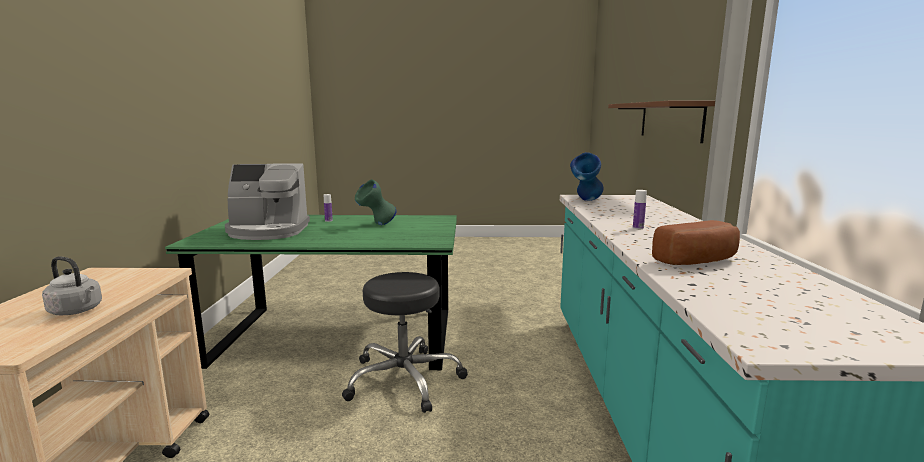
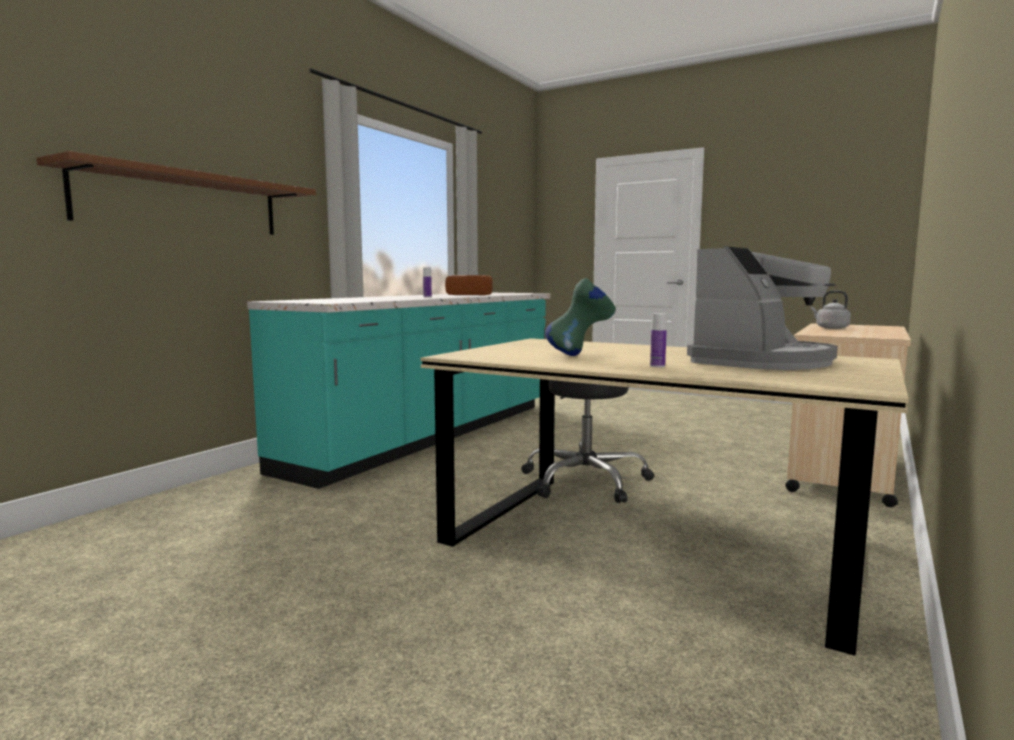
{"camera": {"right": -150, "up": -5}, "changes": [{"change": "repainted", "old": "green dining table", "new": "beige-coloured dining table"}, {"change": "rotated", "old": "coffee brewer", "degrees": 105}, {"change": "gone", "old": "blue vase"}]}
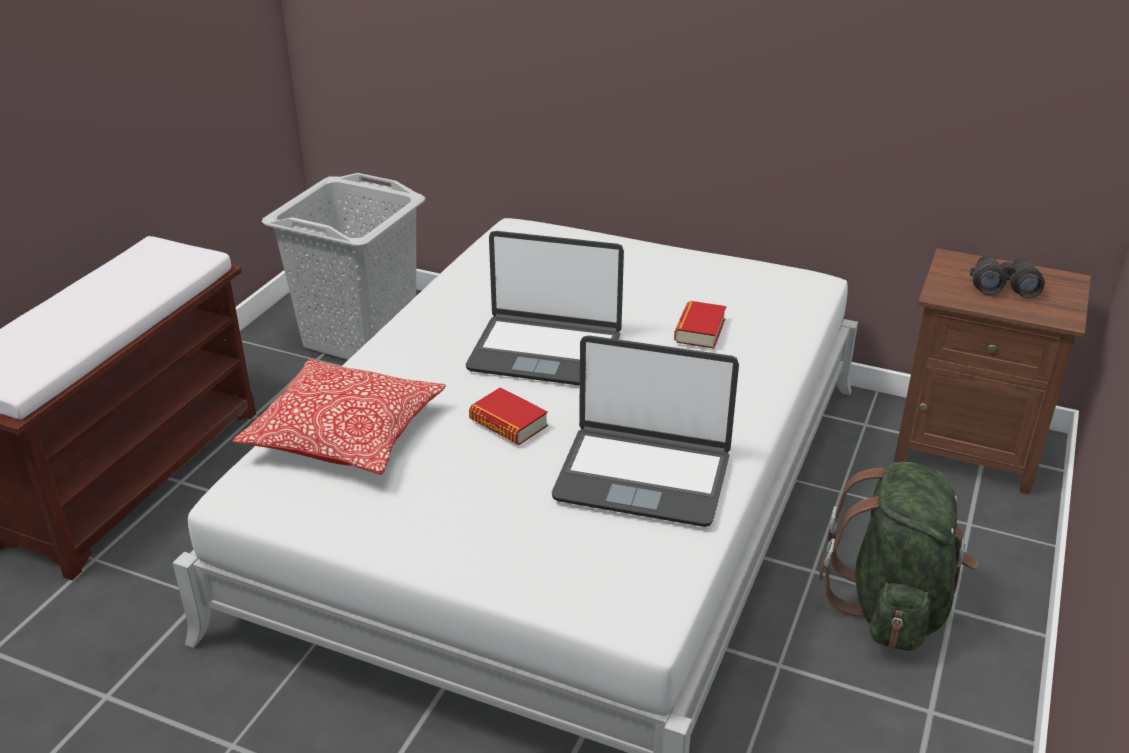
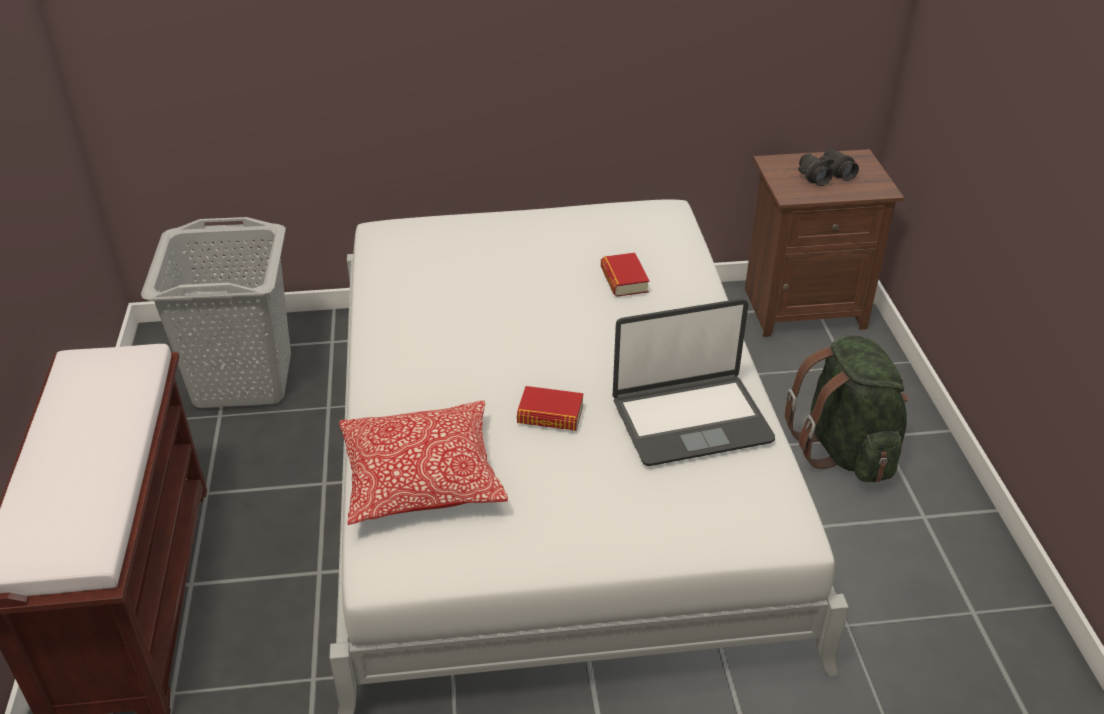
{"camera": {"right": -30, "up": 5}, "changes": [{"change": "gone", "old": "portable computer (no. 1 from left)"}]}
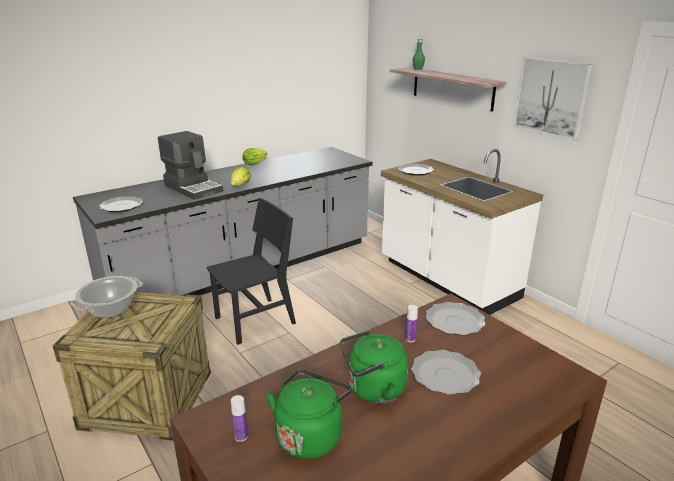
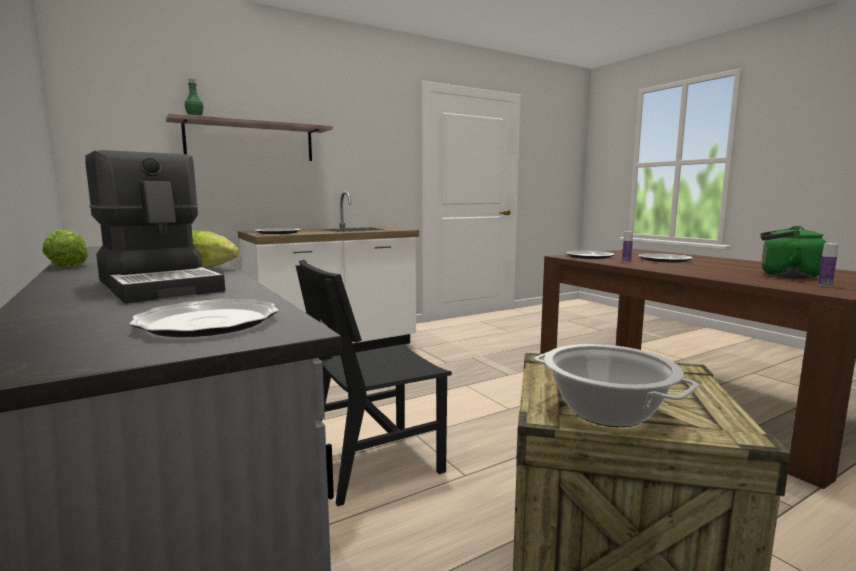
{"camera": {"right": -85, "up": -15}, "changes": [{"change": "rotated", "old": "coffee brewer", "degrees": 90}, {"change": "rotated", "old": "black-coloured upright chair", "degrees": -90}, {"change": "gone", "old": "green tea kettle (no. 2 from left)"}, {"change": "gone", "old": "wall picture"}]}
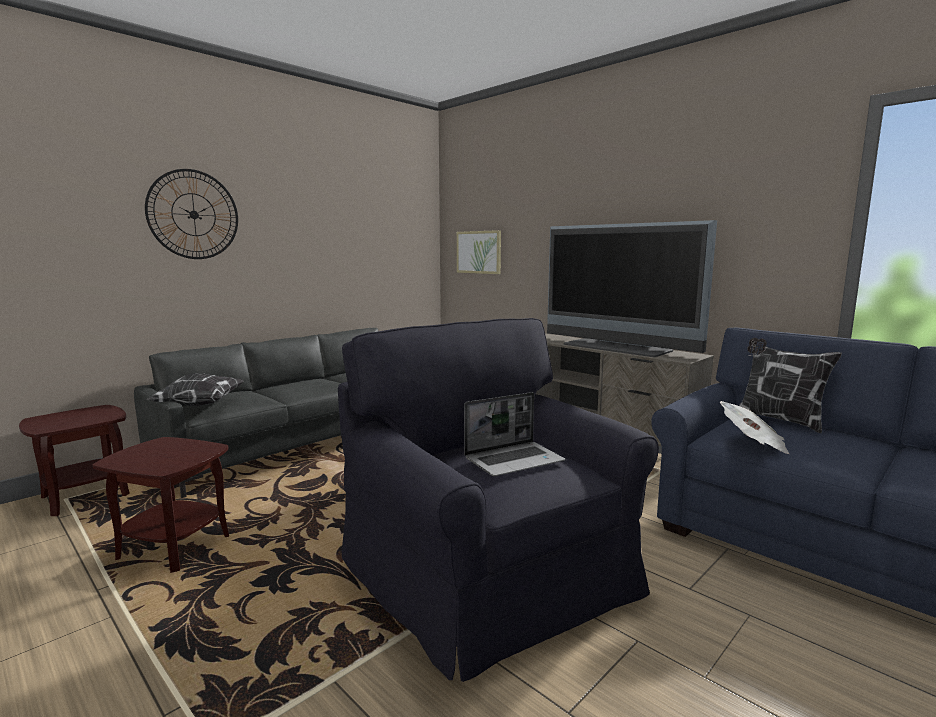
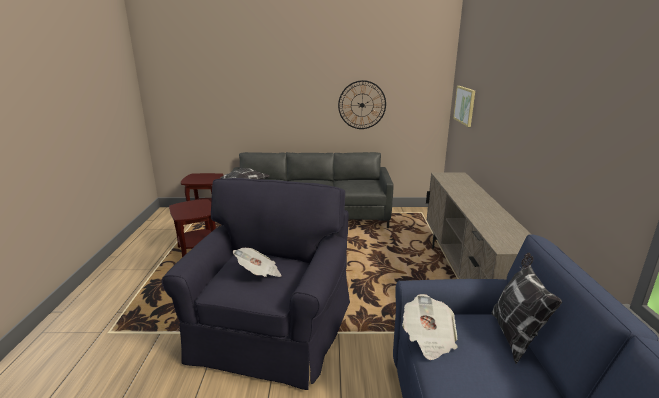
{"camera": {"right": 45, "up": 10}, "changes": [{"change": "shifted", "old": "clock on the wall"}, {"change": "swapped", "old": "portable computer", "new": "printed paper (no. 1 from left)"}, {"change": "gone", "old": "television"}]}
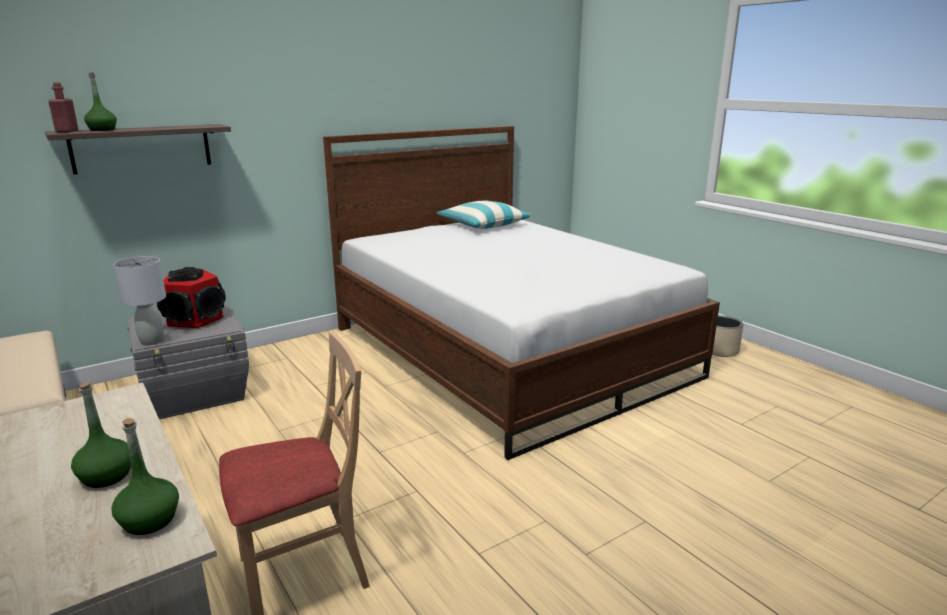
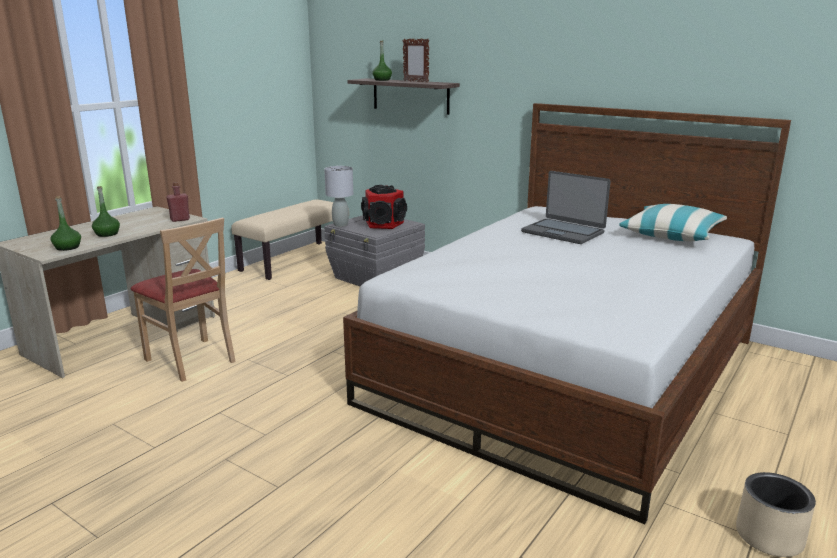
{"camera": {"right": 70, "up": 0}, "changes": [{"change": "shifted", "old": "red-coloured beverage bottle"}, {"change": "new", "new": "standing frame"}, {"change": "new", "new": "portable computer"}]}
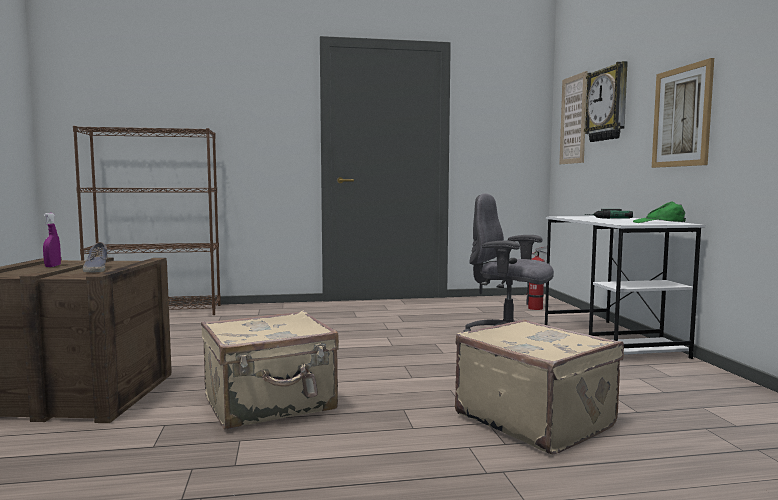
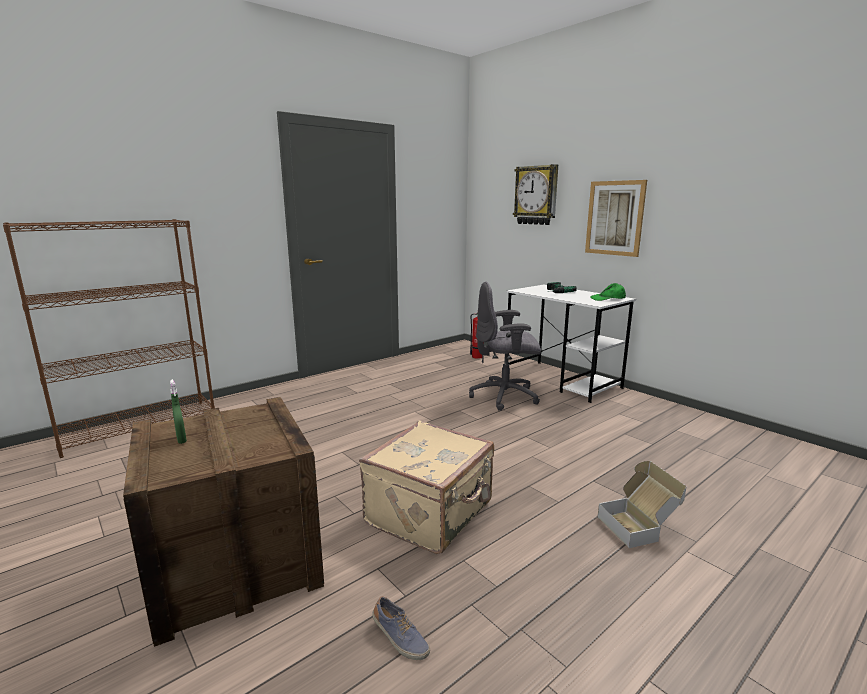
{"camera": {"right": -30, "up": 10}, "changes": [{"change": "repainted", "old": "purple-coloured sprayer", "new": "green sprayer"}, {"change": "shifted", "old": "low shoe"}, {"change": "gone", "old": "beige-coloured piece of luggage (no. 2 from left)"}, {"change": "gone", "old": "wall picture (no. 1 from left)"}, {"change": "new", "new": "carton"}]}
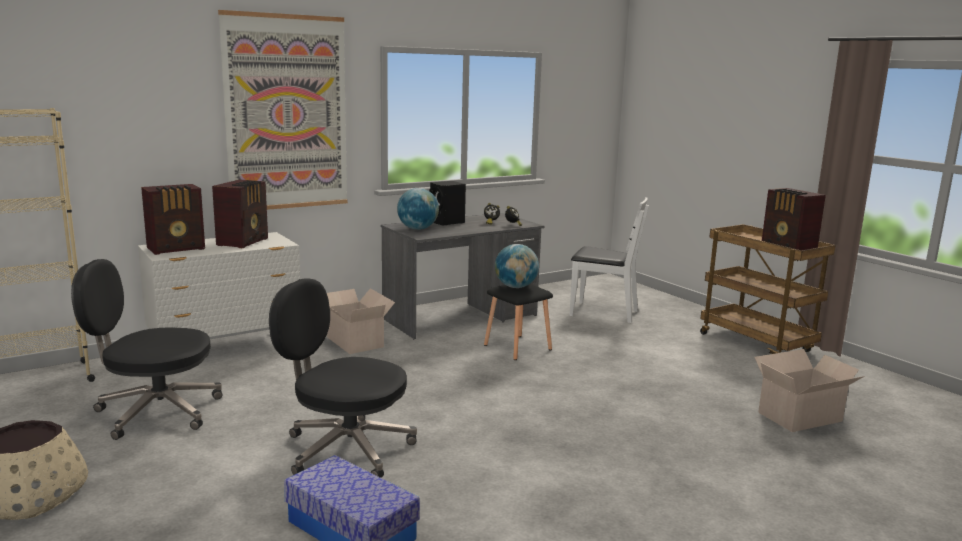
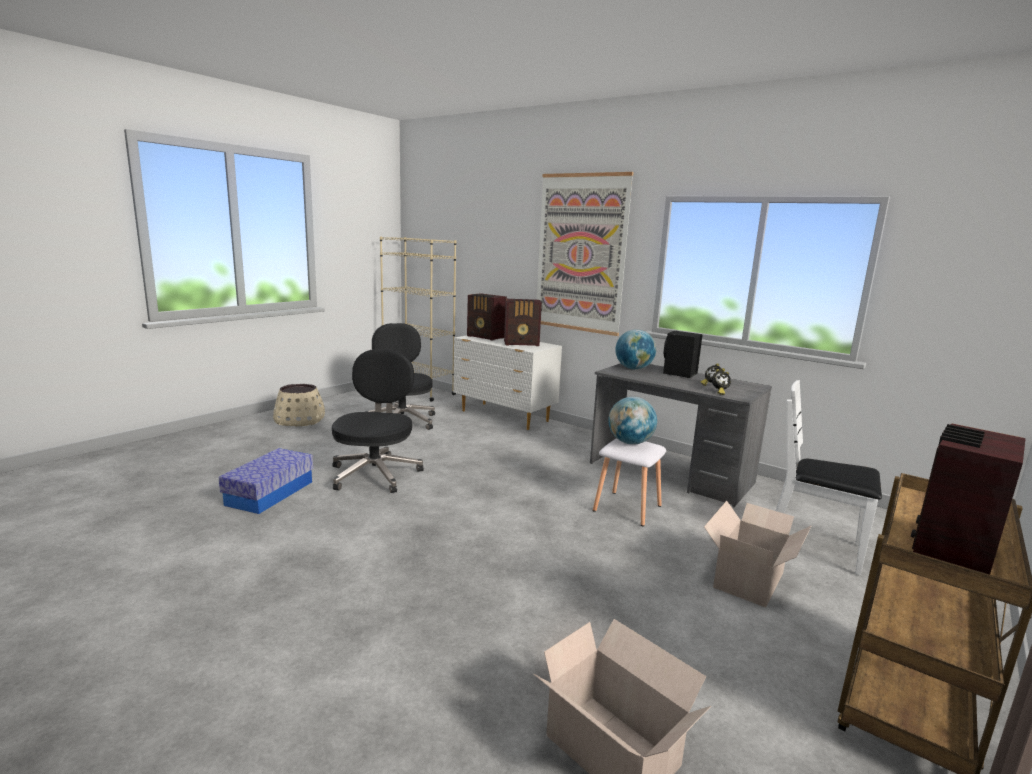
{"camera": {"right": 70, "up": 0}, "changes": [{"change": "shifted", "old": "carton (no. 1 from left in the first image)", "new": "carton (no. 2 from left)"}, {"change": "repainted", "old": "black-coloured stool seat", "new": "white-coloured stool seat"}, {"change": "rotated", "old": "white-coloured upright chair", "degrees": 120}]}
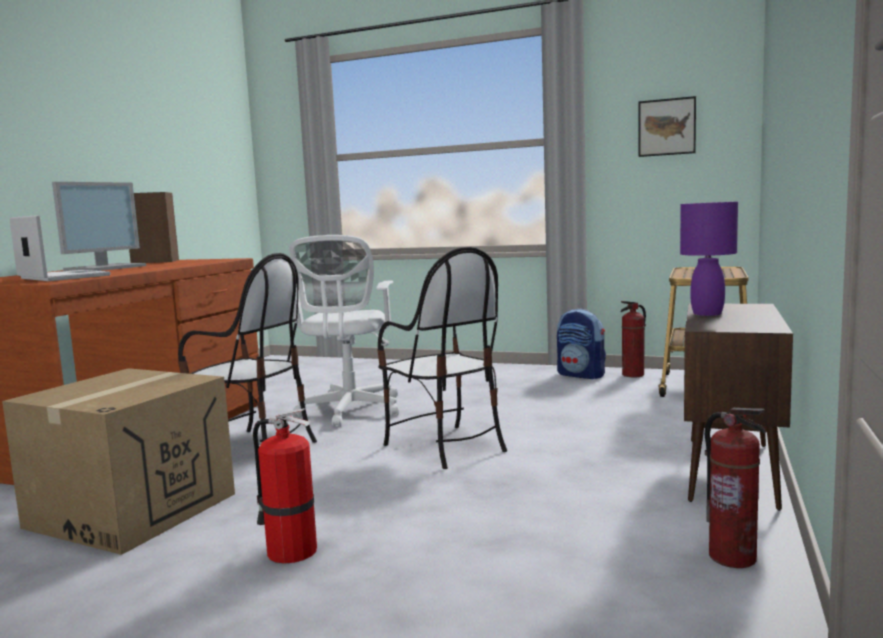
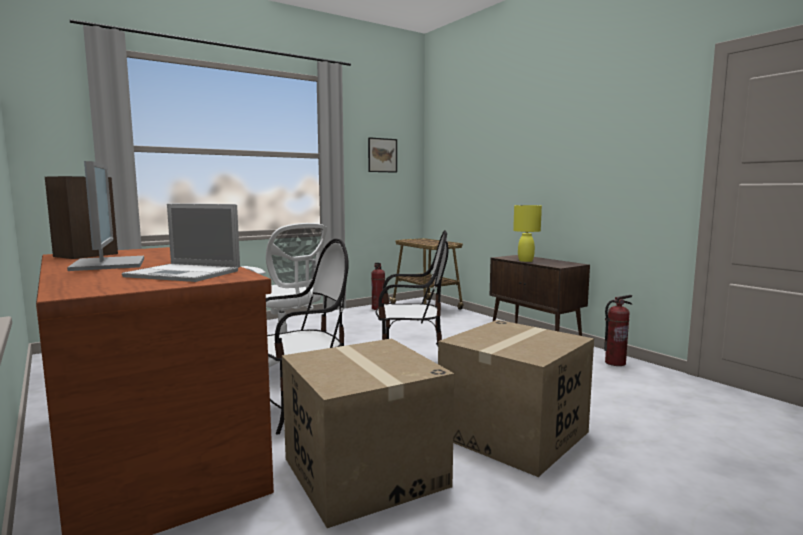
{"camera": {"right": -55, "up": 0}, "changes": [{"change": "rotated", "old": "portable computer", "degrees": -150}, {"change": "swapped", "old": "extinguisher (no. 1 from left)", "new": "carton (no. 2 from left)"}, {"change": "gone", "old": "knapsack"}, {"change": "repainted", "old": "purple-coloured table lamp", "new": "yellowish table lamp"}]}
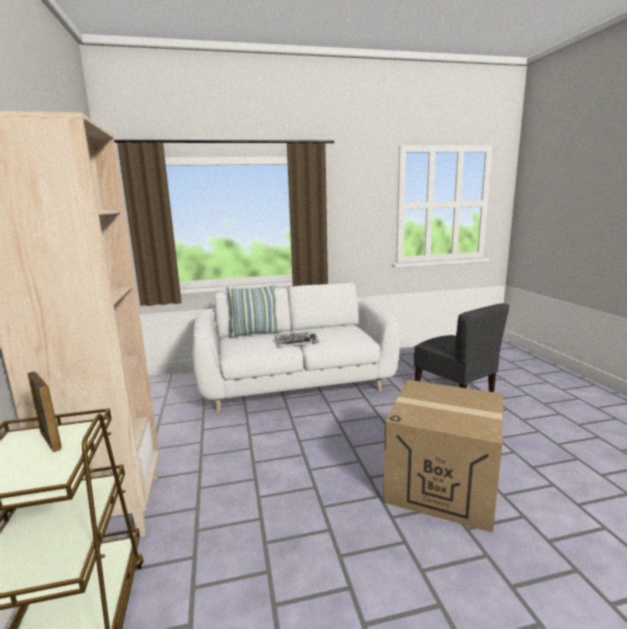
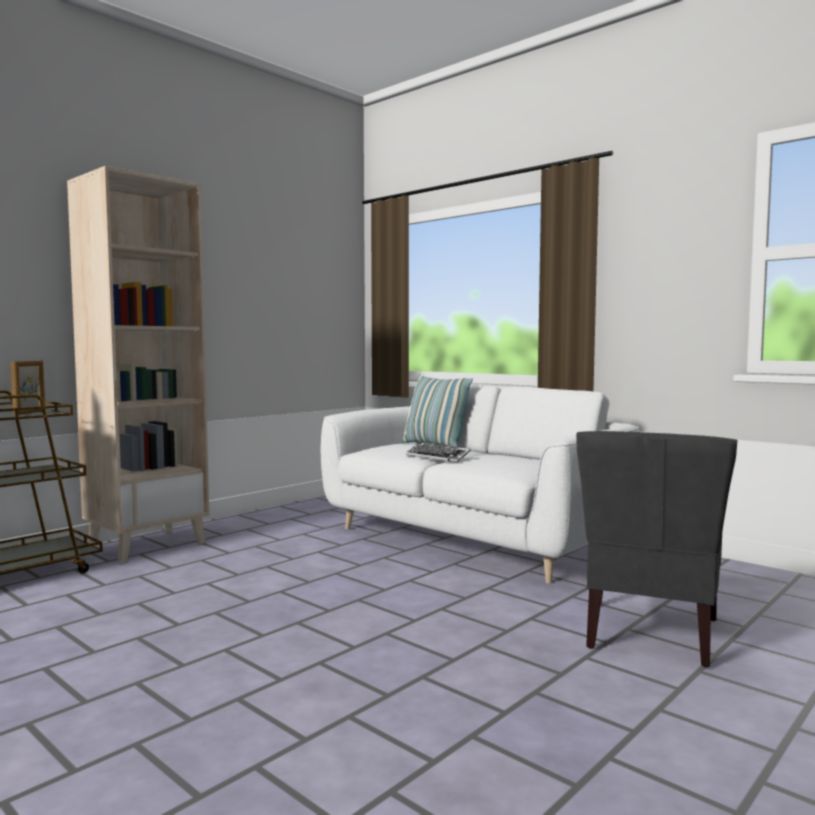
{"camera": {"right": 55, "up": -10}, "changes": [{"change": "gone", "old": "carton"}]}
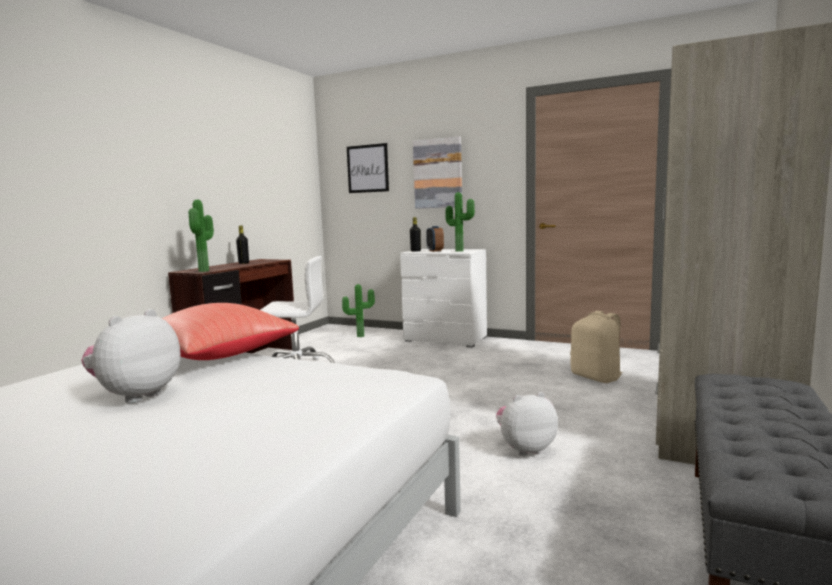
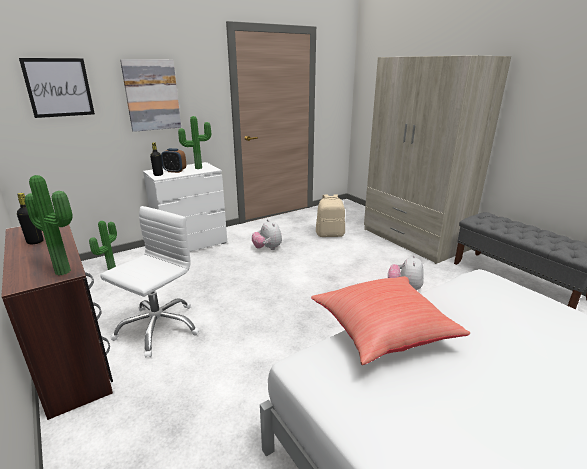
{"camera": {"right": -60, "up": 15}, "changes": [{"change": "shifted", "old": "plush toy (no. 1 from left)"}]}
